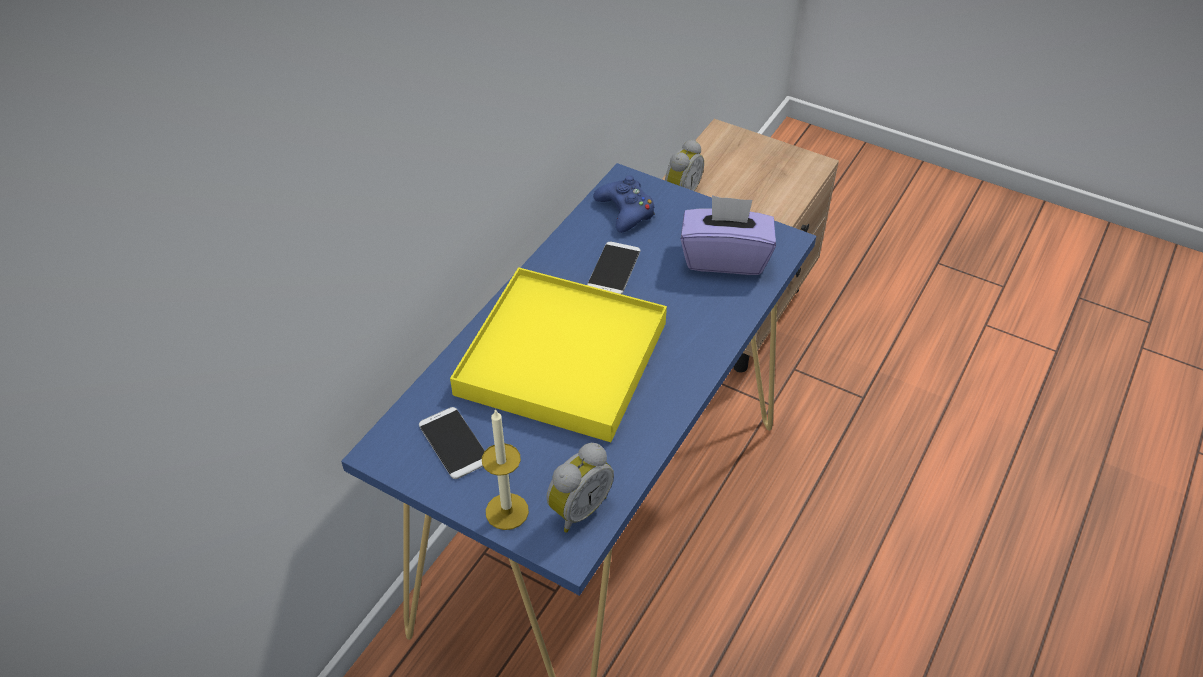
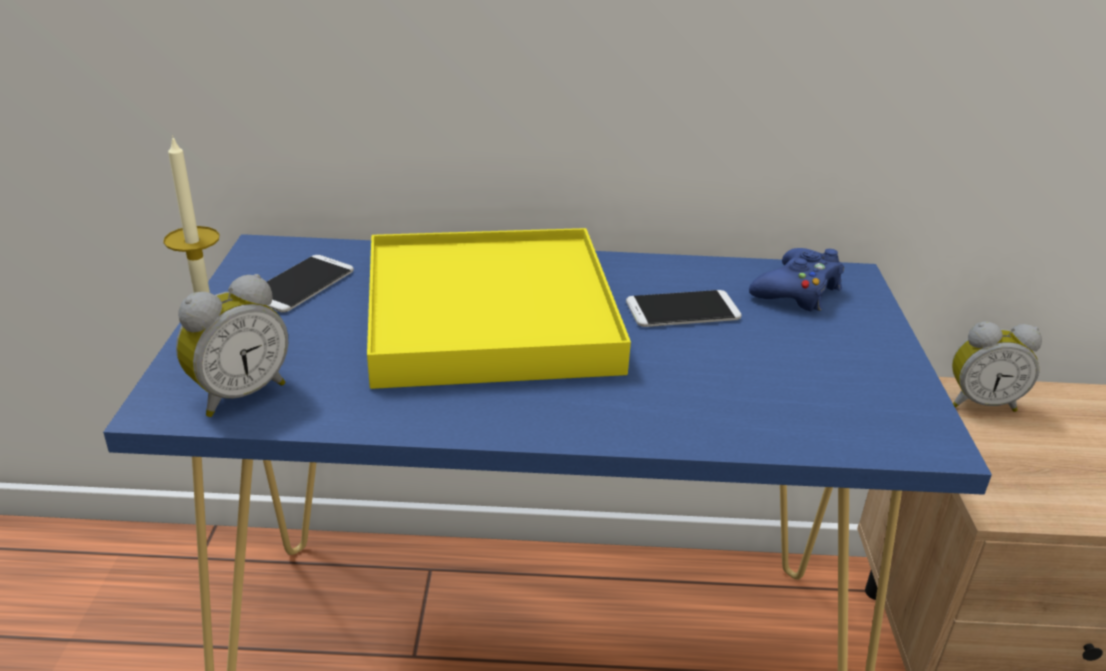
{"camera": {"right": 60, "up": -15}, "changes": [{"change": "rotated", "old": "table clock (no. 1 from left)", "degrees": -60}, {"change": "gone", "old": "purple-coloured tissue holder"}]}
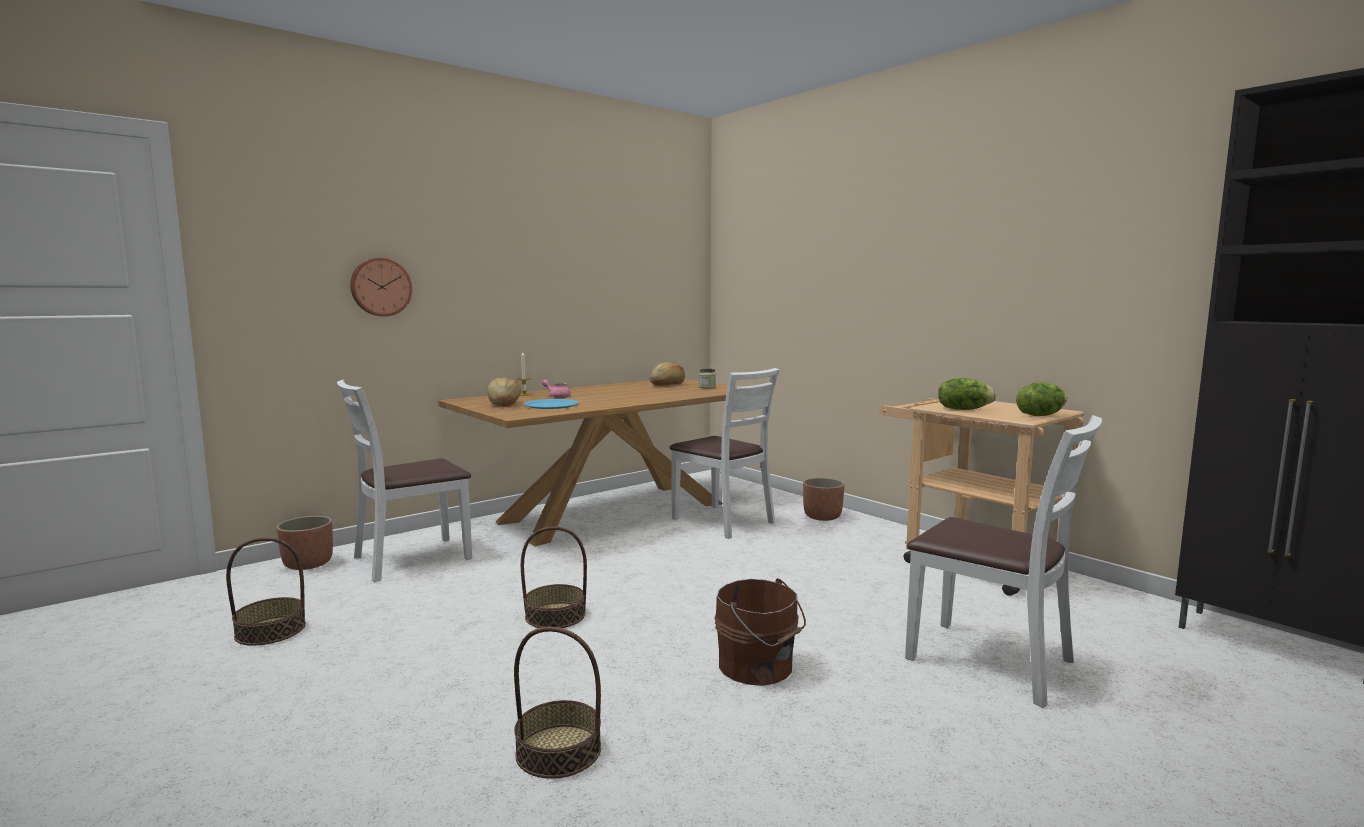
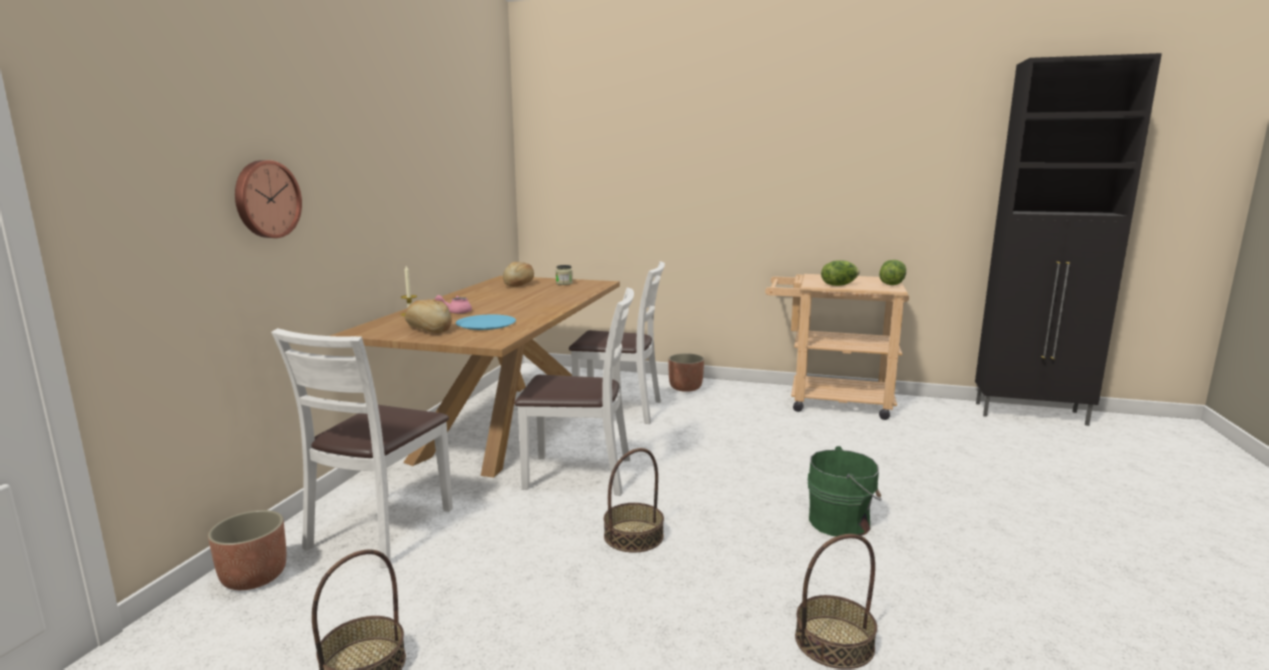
{"camera": {"right": -35, "up": 5}, "changes": [{"change": "repainted", "old": "brown-coloured pail", "new": "green pail"}, {"change": "shifted", "old": "white-coloured upright chair (no. 3 from left in the first image)", "new": "white-coloured upright chair (no. 2 from left)"}]}
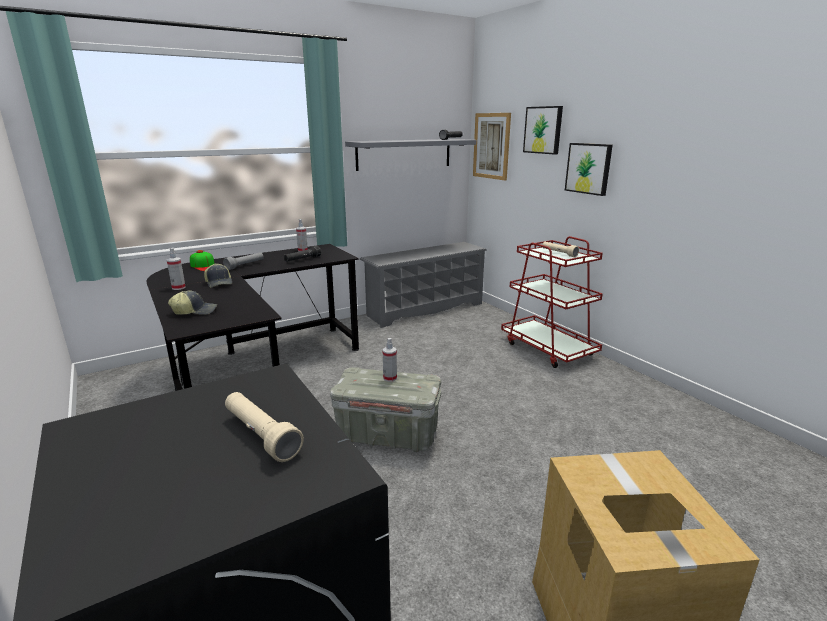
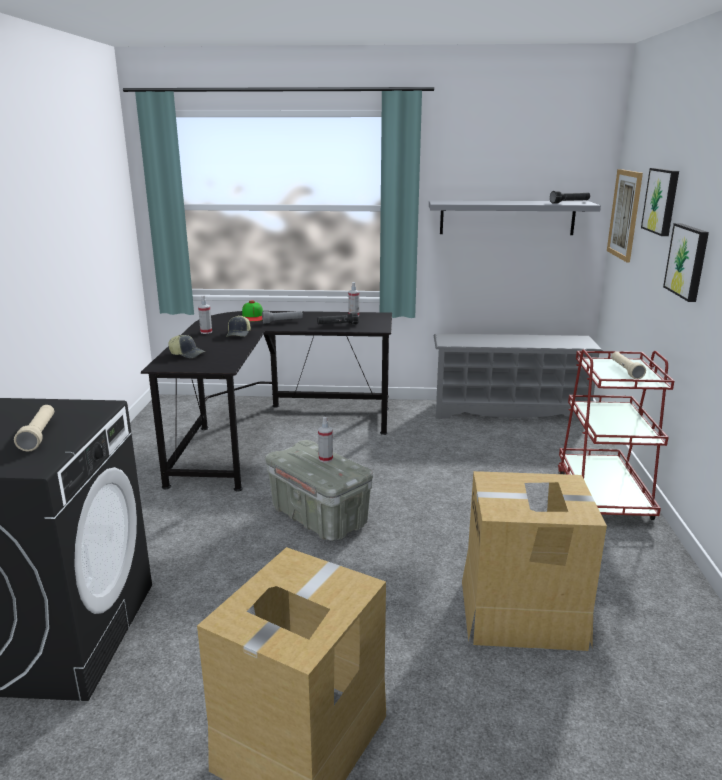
{"camera": {"right": 35, "up": 0}, "changes": [{"change": "new", "new": "carton (no. 2 from left)"}]}
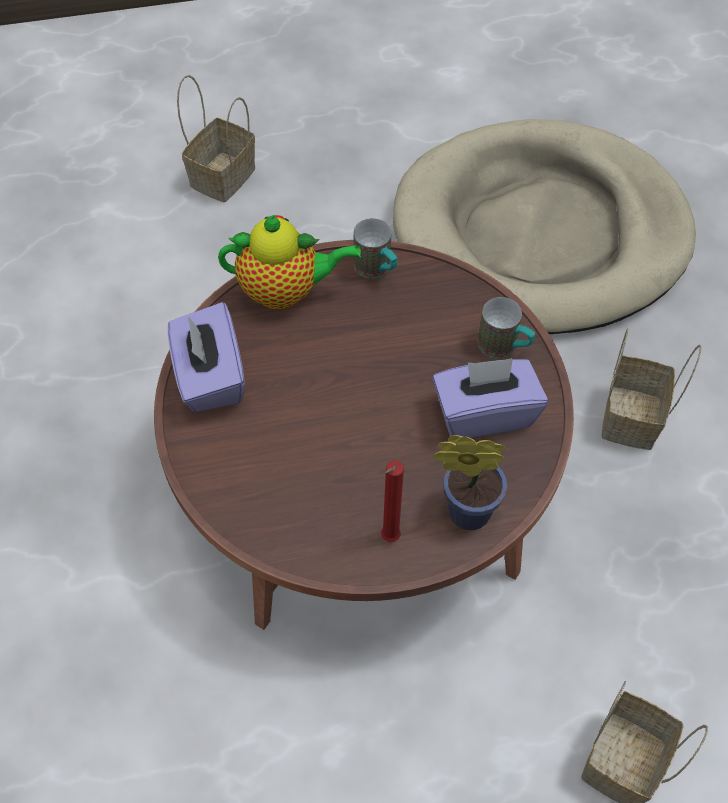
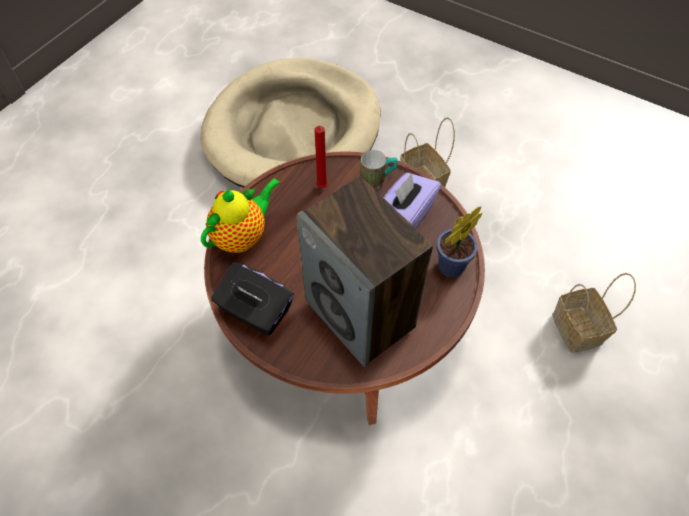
{"camera": {"right": -45, "up": 0}, "changes": [{"change": "repainted", "old": "purple-coloured tissue holder (no. 1 from left)", "new": "black-coloured tissue holder"}, {"change": "gone", "old": "storage basket (no. 1 from left)"}, {"change": "gone", "old": "mug (no. 1 from left)"}, {"change": "shifted", "old": "red-coloured candle"}, {"change": "new", "new": "audio speaker"}]}
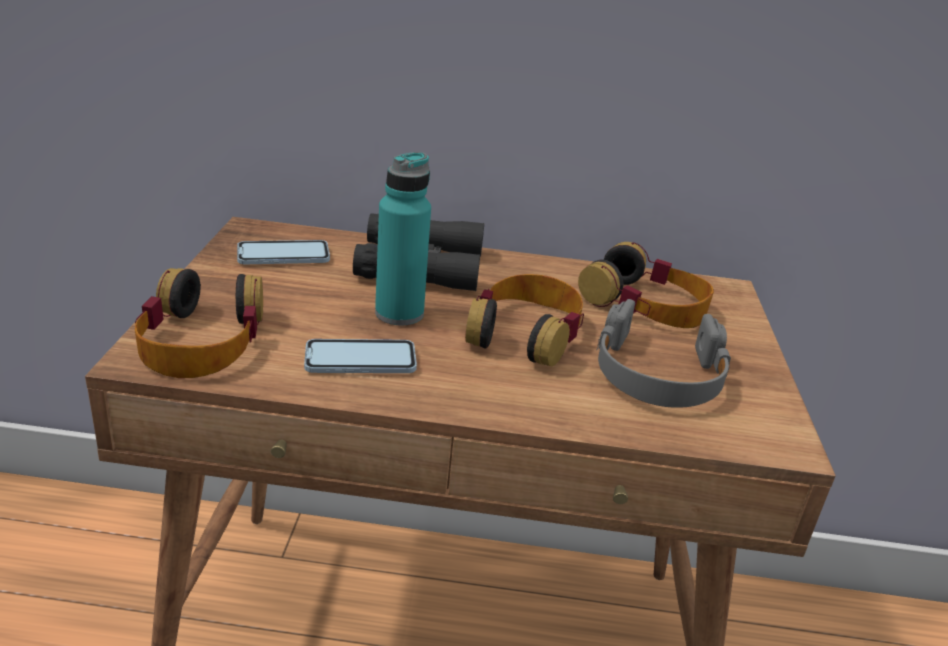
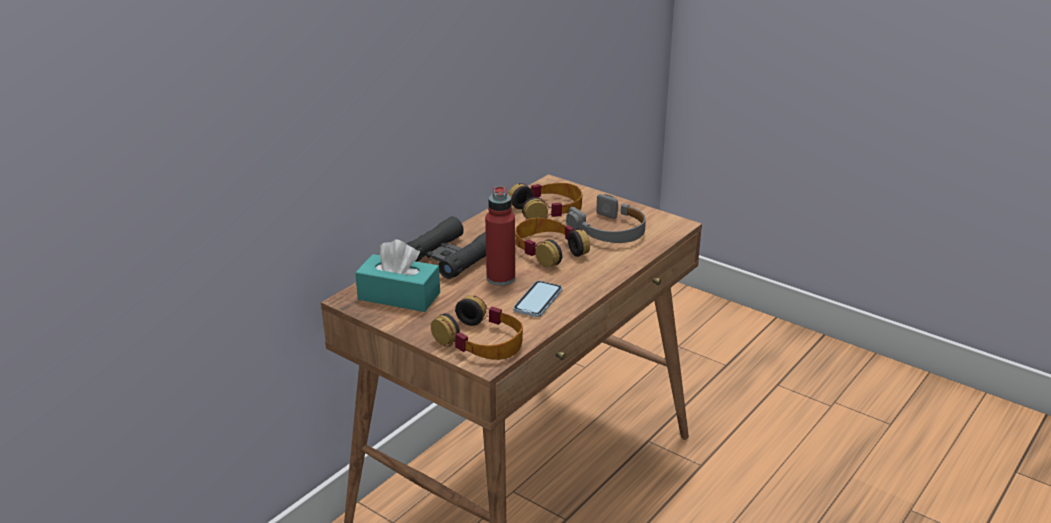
{"camera": {"right": -55, "up": 0}, "changes": [{"change": "swapped", "old": "telephone (no. 1 from left)", "new": "turquoise-coloured tissue holder"}, {"change": "repainted", "old": "turquoise-coloured beverage bottle", "new": "red-coloured beverage bottle"}]}
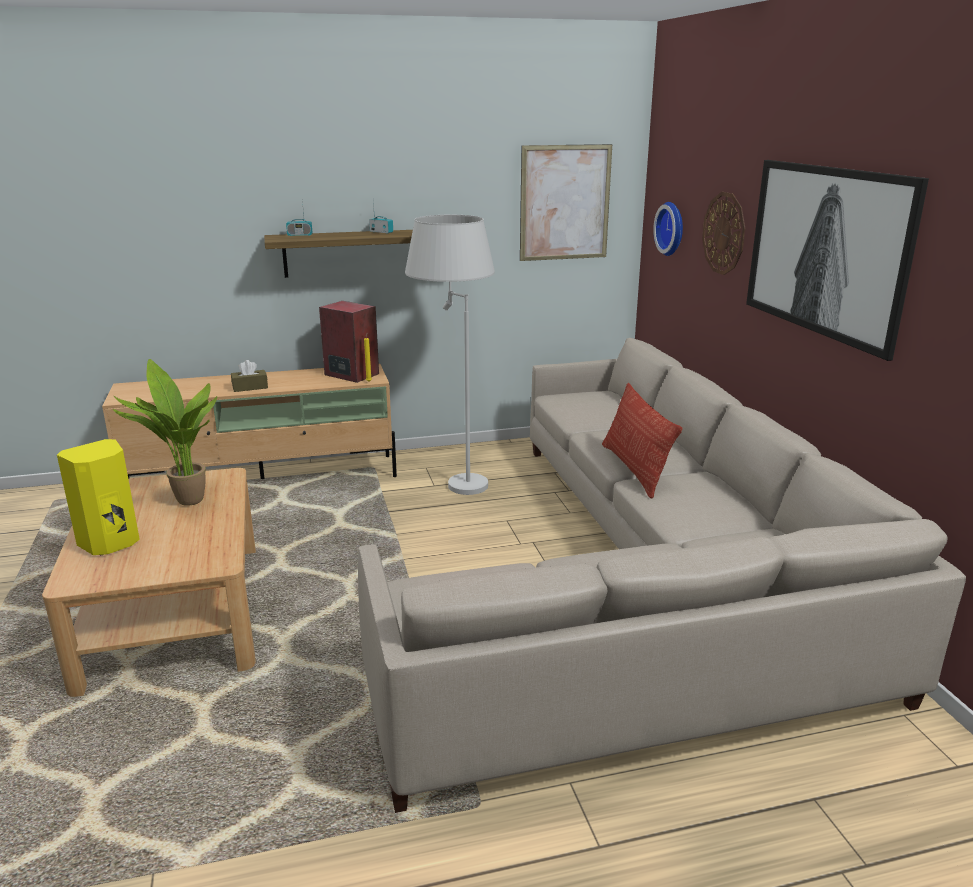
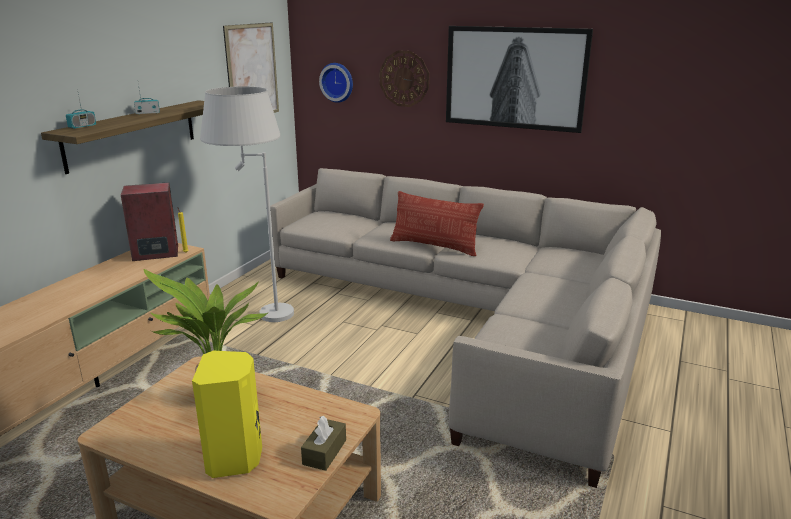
{"camera": {"right": -50, "up": 0}, "changes": [{"change": "shifted", "old": "brown-coloured tissue holder"}]}
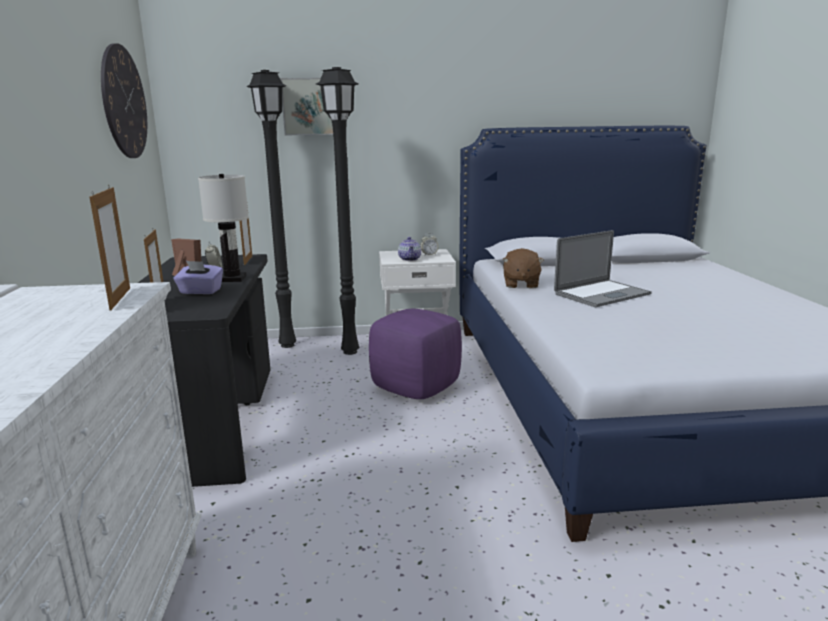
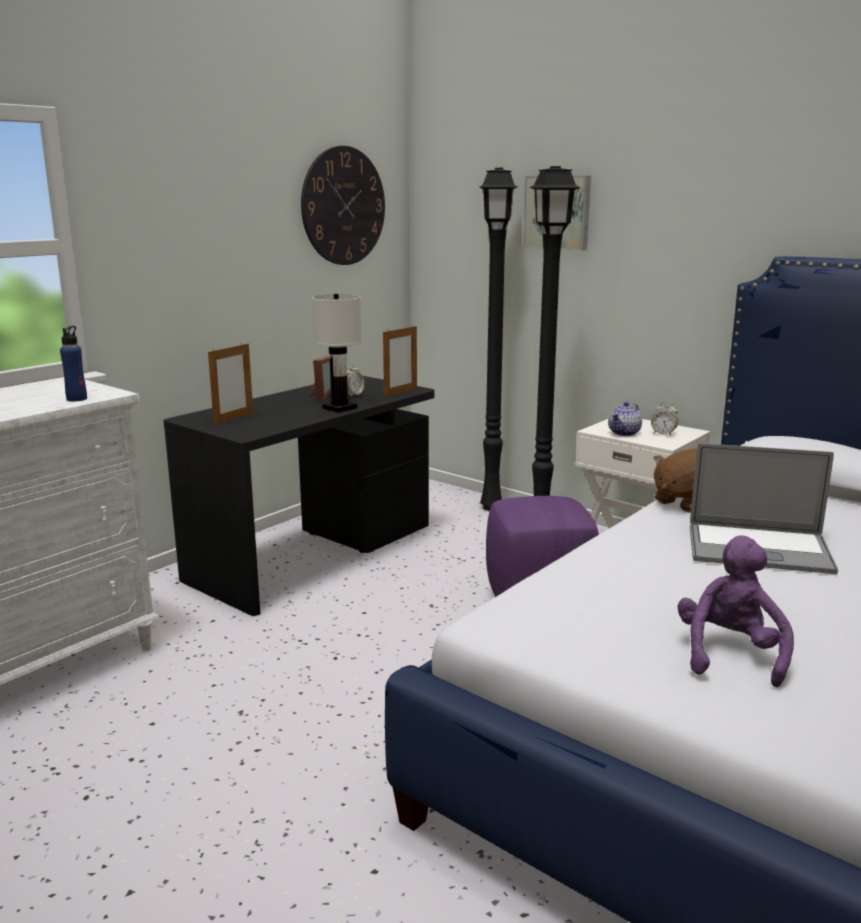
{"camera": {"right": 45, "up": 0}, "changes": [{"change": "swapped", "old": "standing frame (no. 1 from left)", "new": "blue beverage bottle"}, {"change": "gone", "old": "purple-coloured tissue holder"}, {"change": "new", "new": "purple-coloured plush toy"}]}
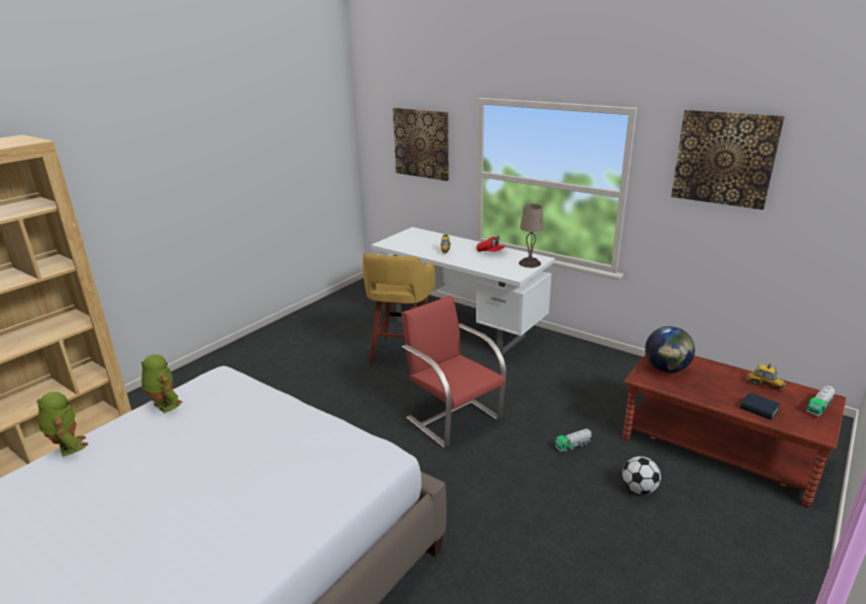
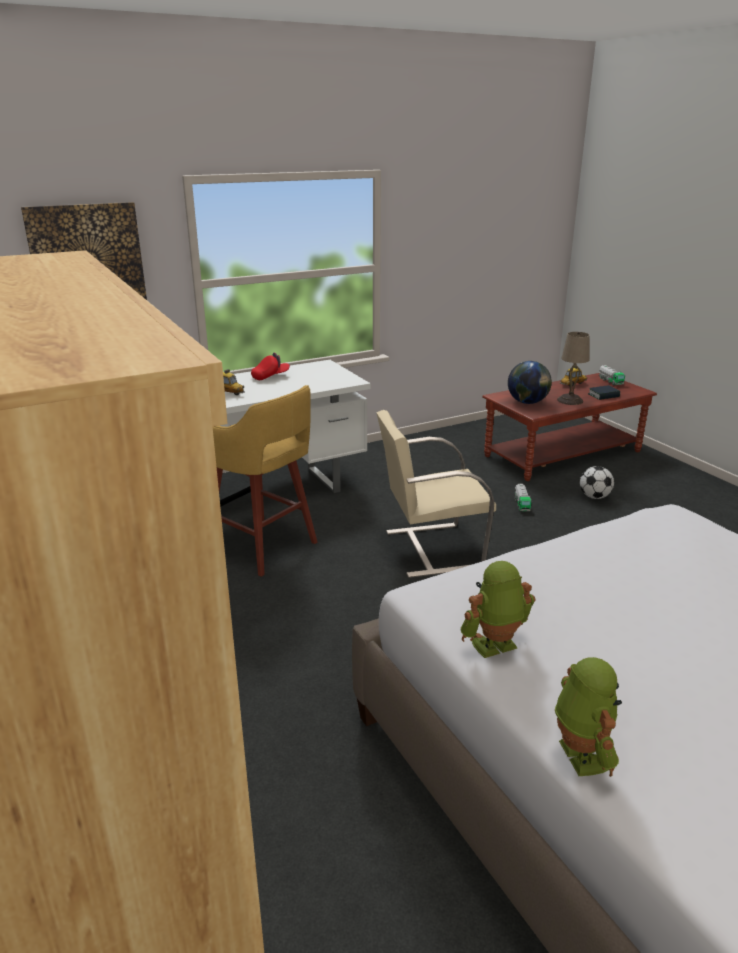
{"camera": {"right": -65, "up": 0}, "changes": [{"change": "rotated", "old": "robot figure (no. 1 from left in the first image)", "degrees": 90}, {"change": "repainted", "old": "red-coloured upright chair", "new": "beige-coloured upright chair"}, {"change": "shifted", "old": "beige-coloured table lamp"}, {"change": "gone", "old": "wall picture (no. 2 from left)"}]}
